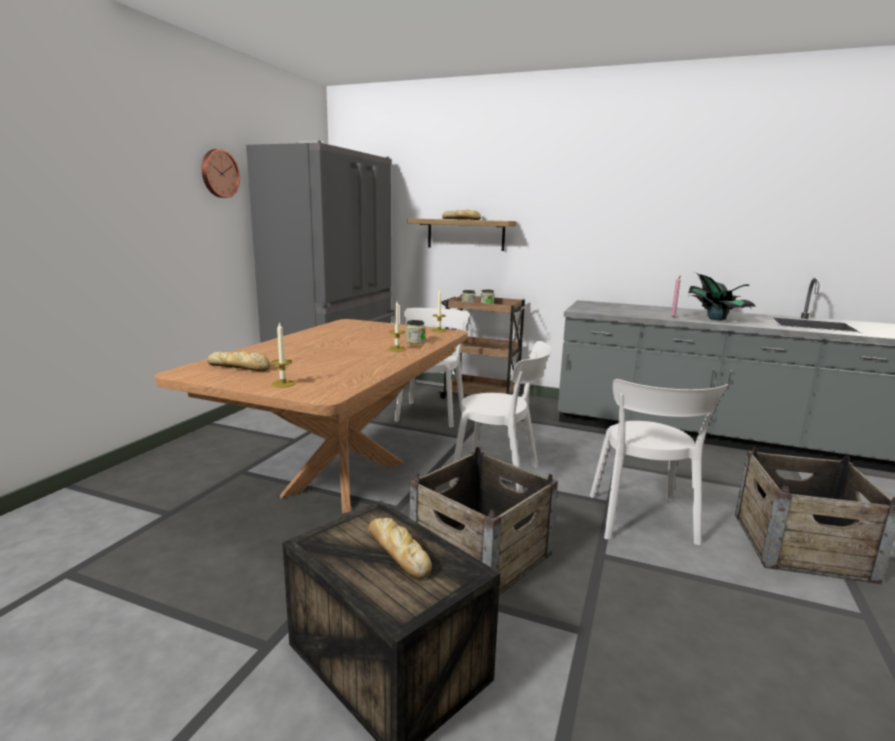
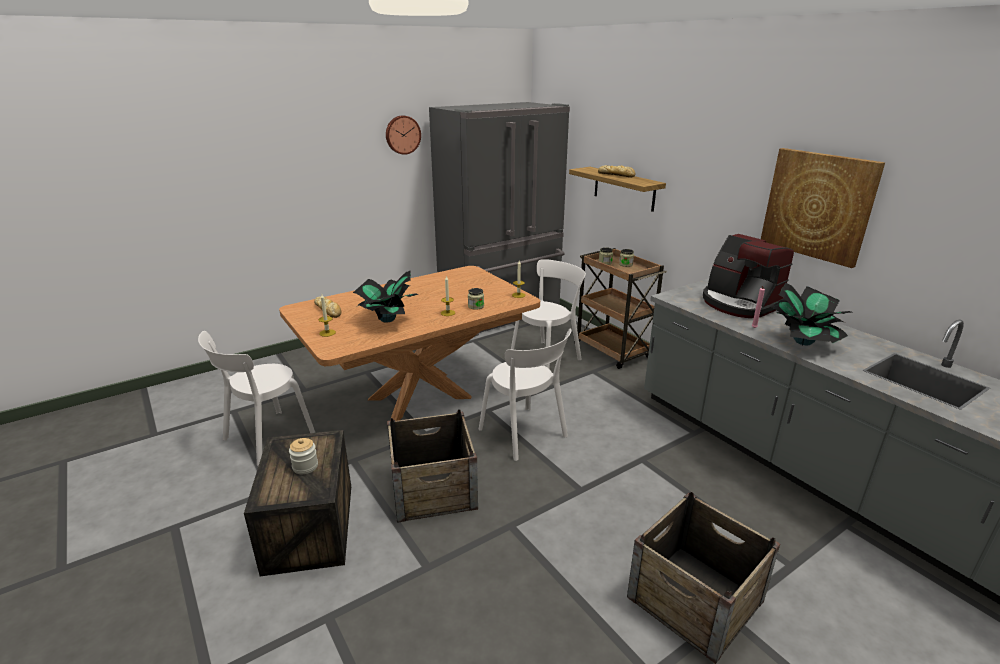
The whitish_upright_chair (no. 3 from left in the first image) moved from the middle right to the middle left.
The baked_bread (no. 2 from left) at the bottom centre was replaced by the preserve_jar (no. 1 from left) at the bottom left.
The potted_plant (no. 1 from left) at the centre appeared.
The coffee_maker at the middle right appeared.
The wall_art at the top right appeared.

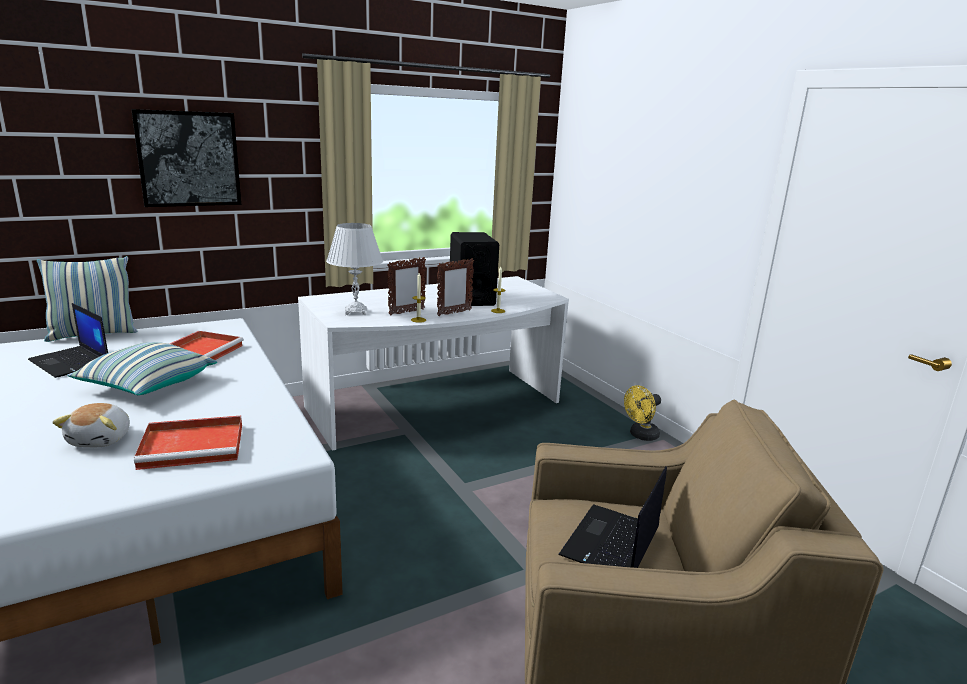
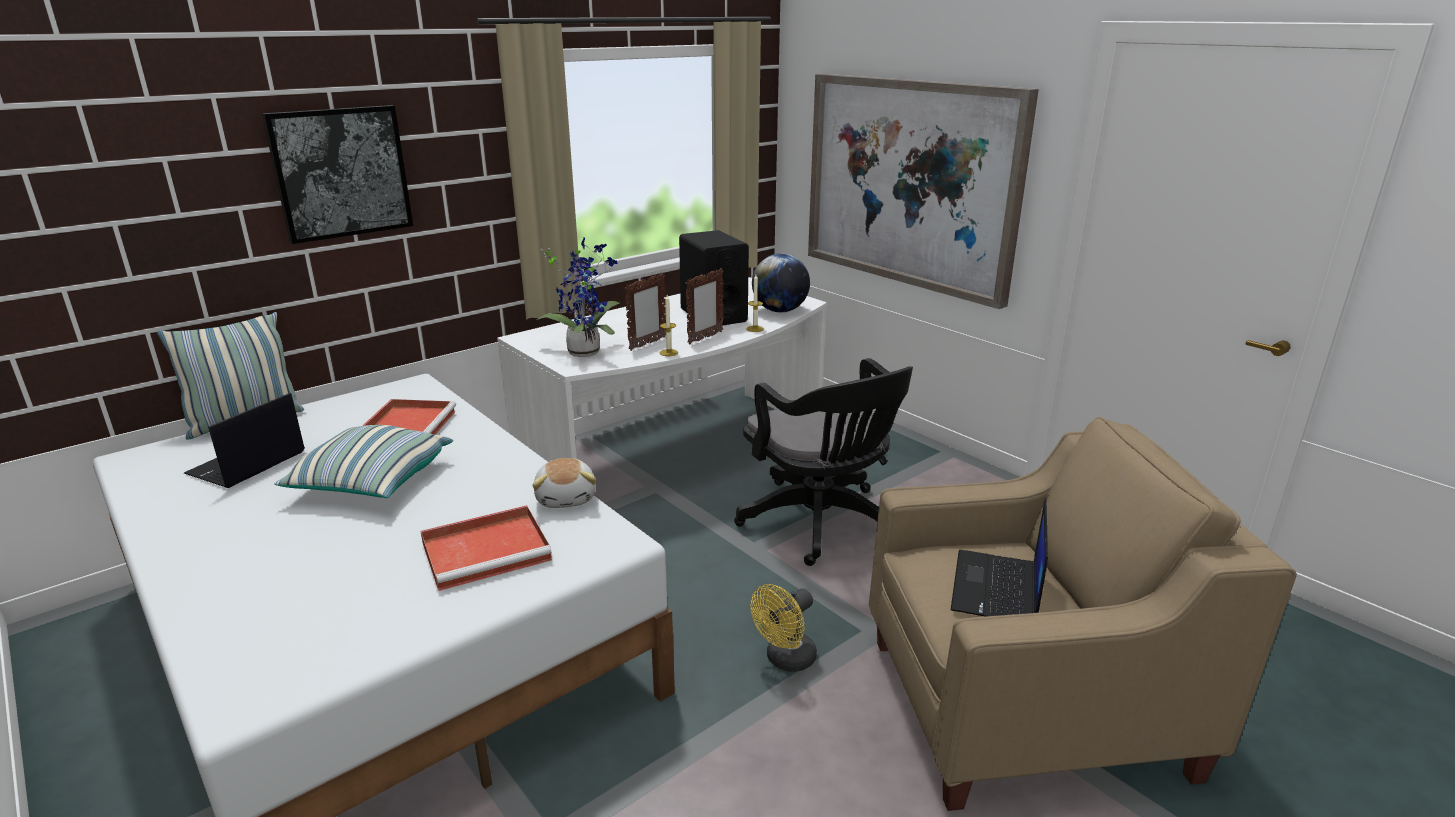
The portable_computer (no. 1 from left) at the middle left turned 90 degrees clockwise.
The soft_toy moved from the middle left to the centre.
The whitish_tabletop_lamp at the centre was replaced by the potted_plant at the centre.
The blackish_computer_chair at the centre appeared.
The yellow_electric_fan moved from the centre to the bottom centre.
The desk_globe at the centre appeared.
The wall_art (no. 2 from left) at the top centre appeared.

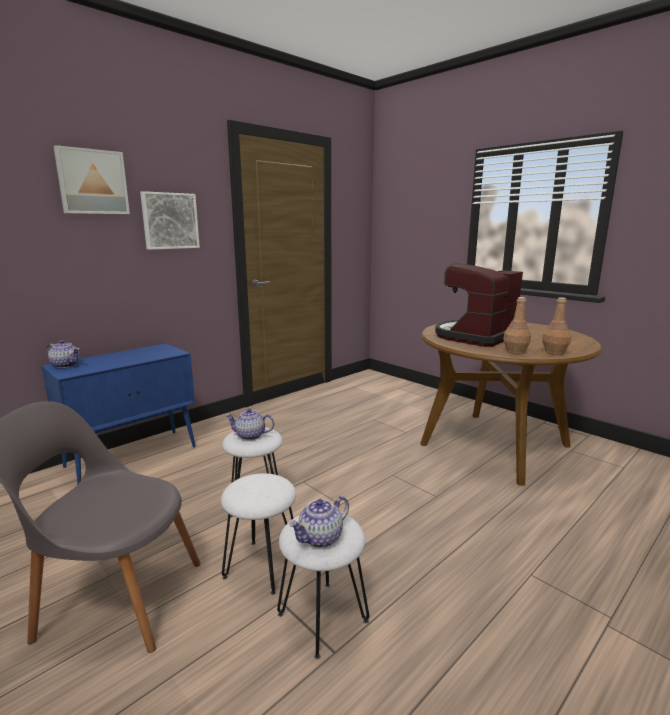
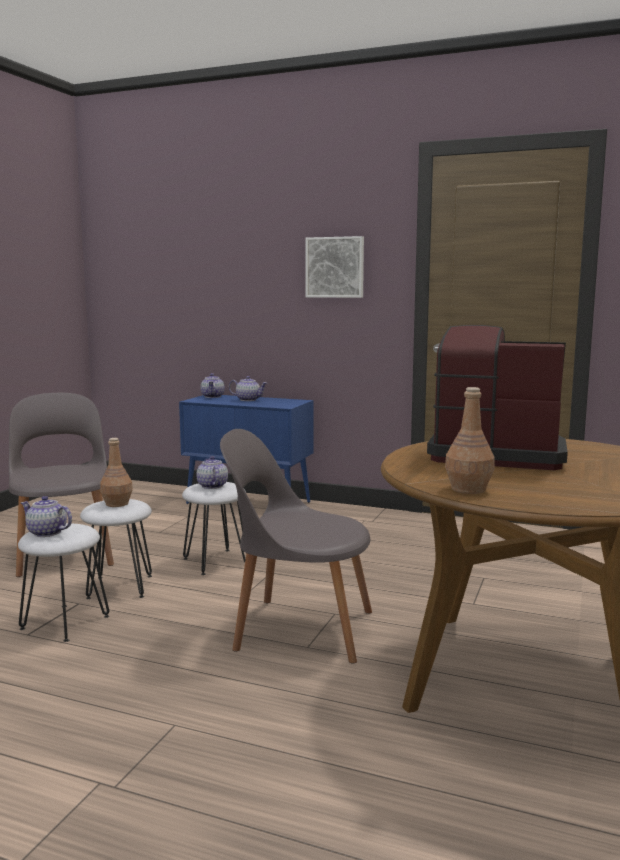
The brownish_beverage_bottle (no. 1 from left) moved from the middle right to the middle left.
The gray_upright_chair (no. 2 from left) at the centre appeared.
The teapot (no. 4 from left) at the centre appeared.
The wall_art (no. 1 from left) at the top left disappeared.

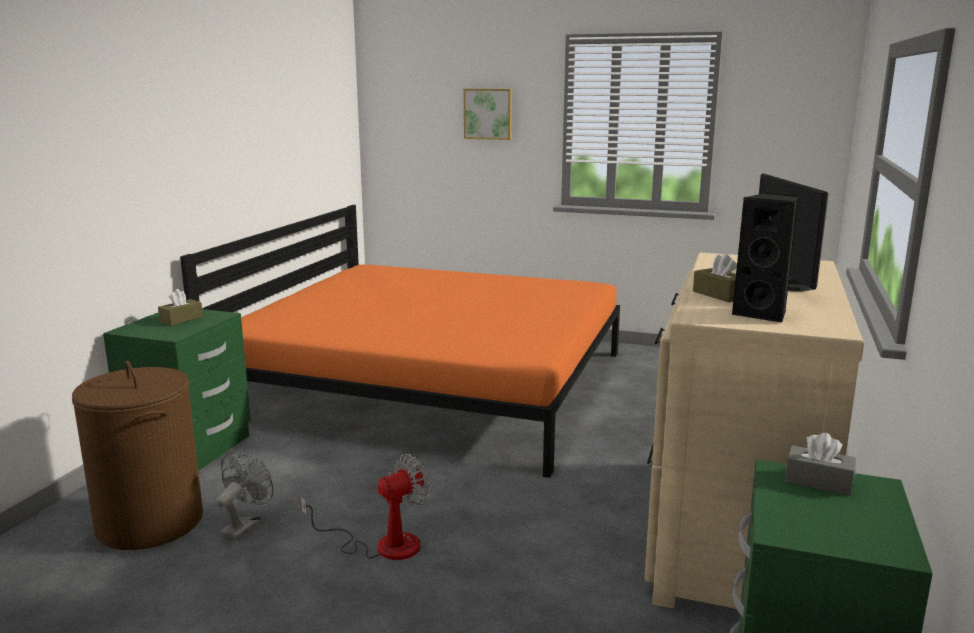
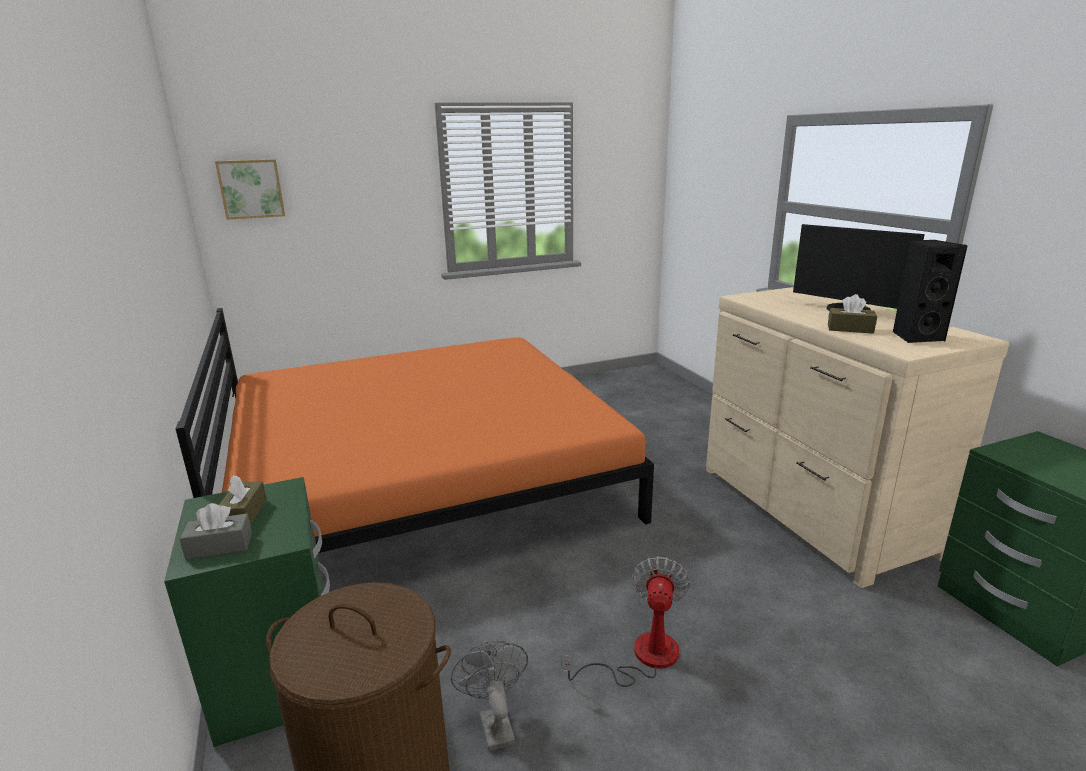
The gray_tissue_holder moved from the bottom right to the bottom left.
The wall_art moved from the top centre to the top left.

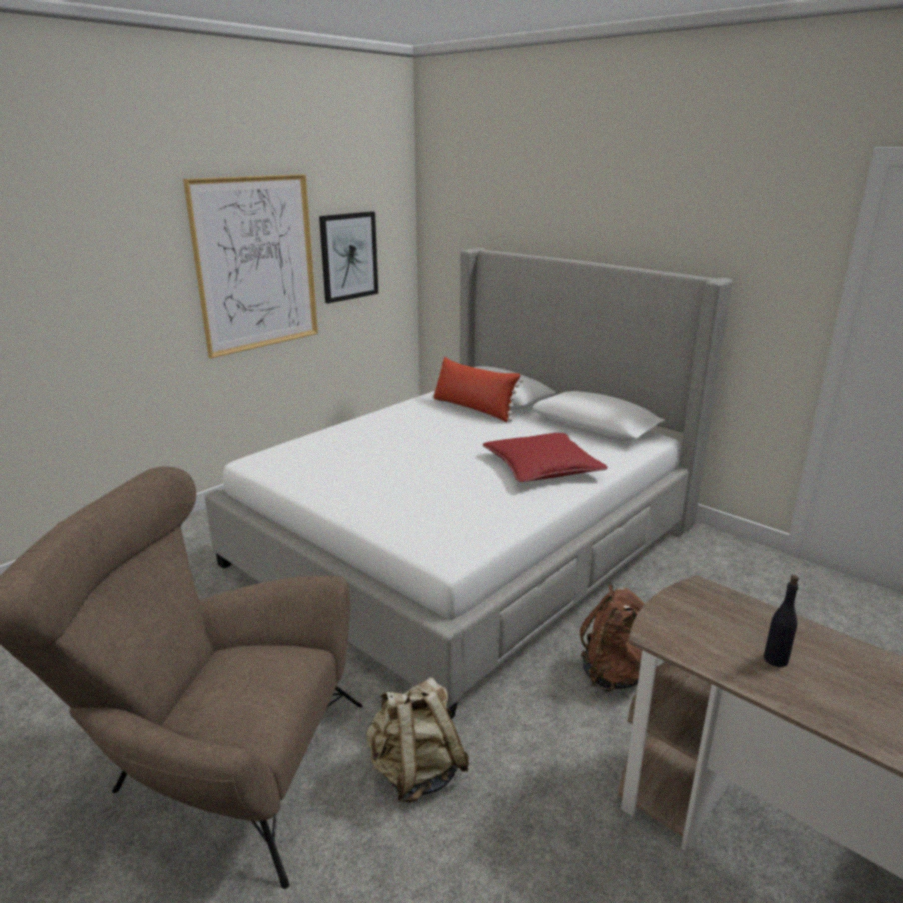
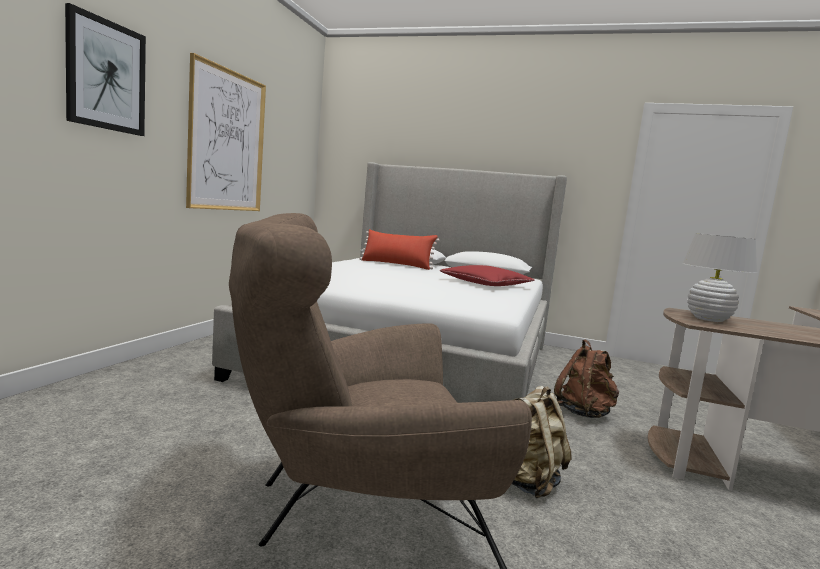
The wall_art (no. 2 from left in the first image) moved from the top centre to the top left.
The whitish_tabletop_lamp at the middle right appeared.
The blackish_beverage_bottle at the bottom right disappeared.

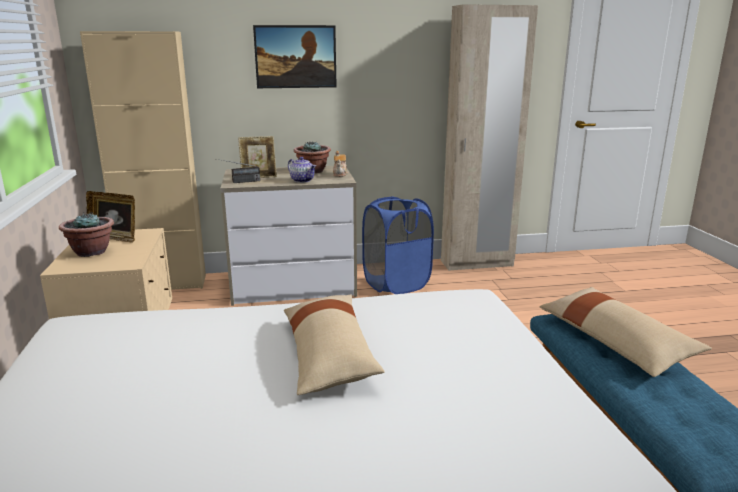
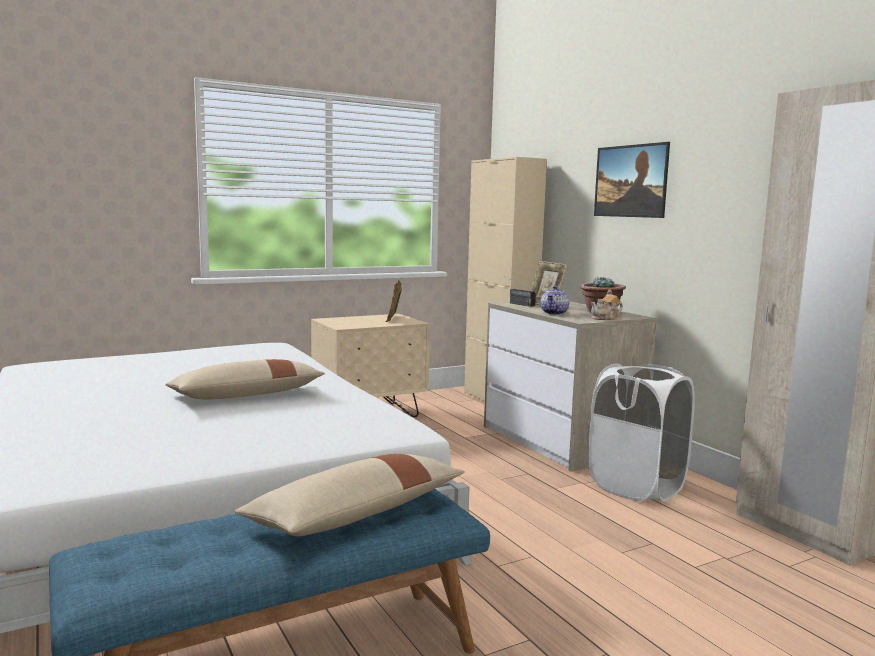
The blue_washing_basket at the centre became the whitish_washing_basket at the middle right.
The potted_plant (no. 1 from left) at the middle left disappeared.

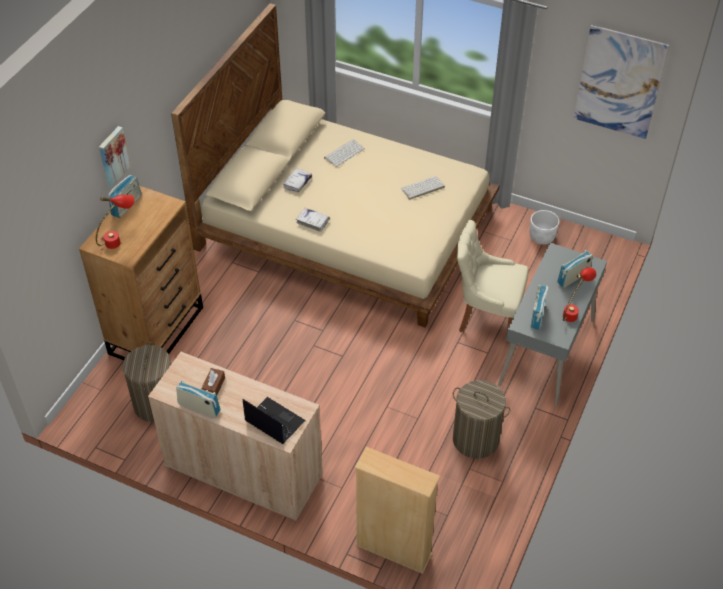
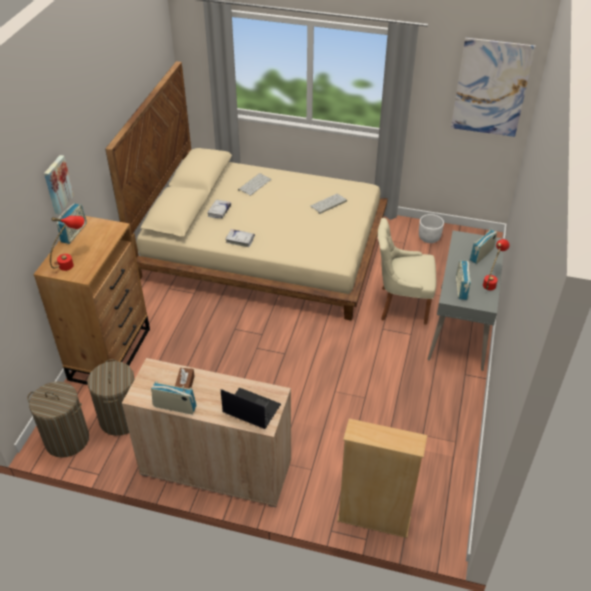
The washing_basket (no. 2 from left in the first image) moved from the bottom centre to the bottom left.

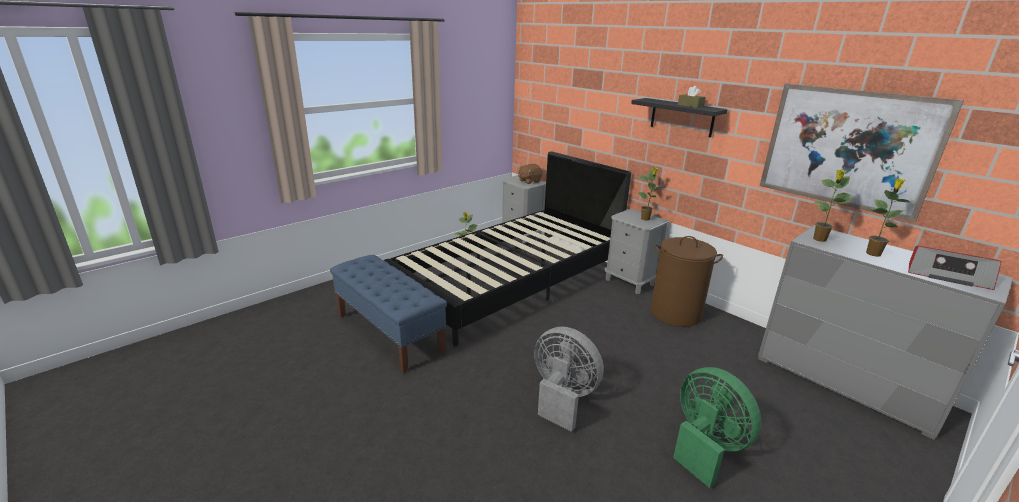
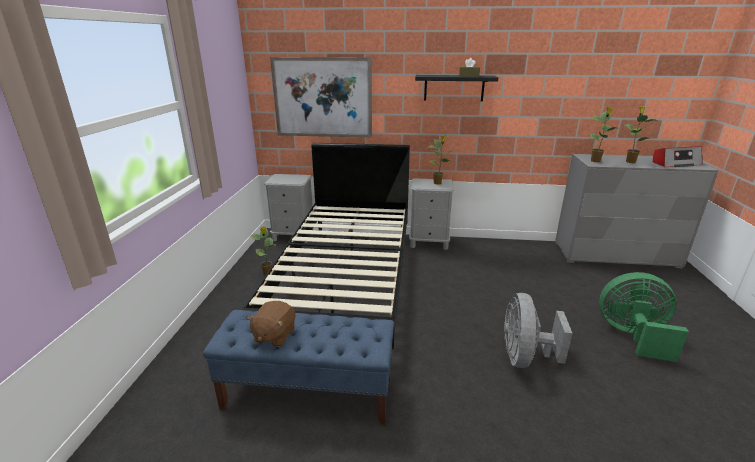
The brownish_soft_toy moved from the centre to the bottom centre.
The wall_art moved from the top right to the top centre.
The gray_electric_fan at the bottom centre turned 75 degrees counterclockwise.
The brownish_washing_basket at the middle right disappeared.

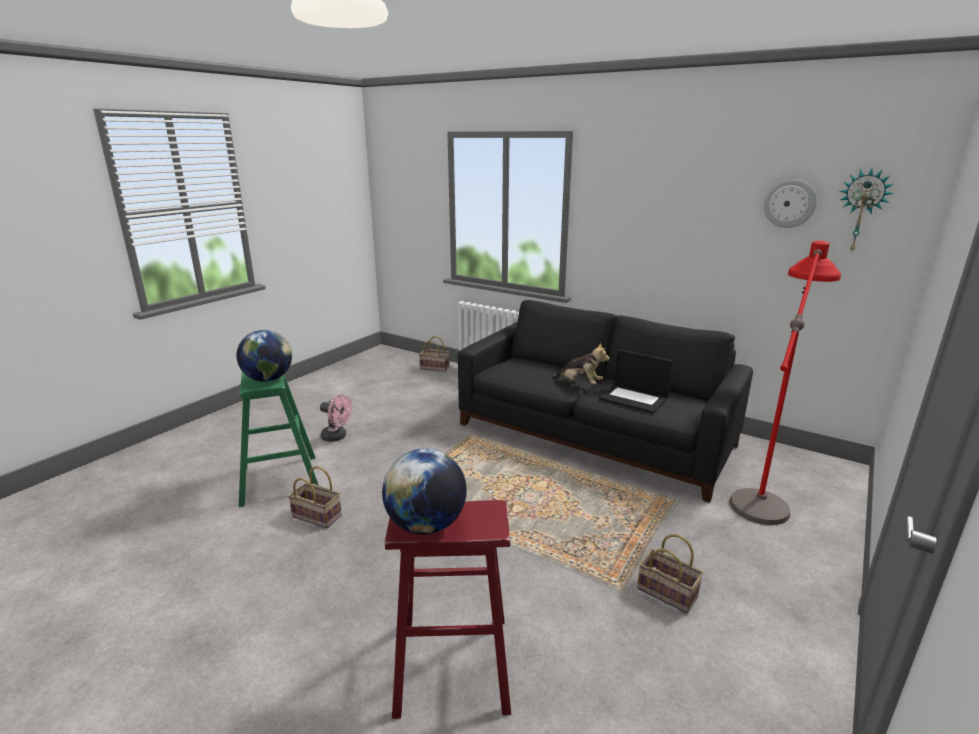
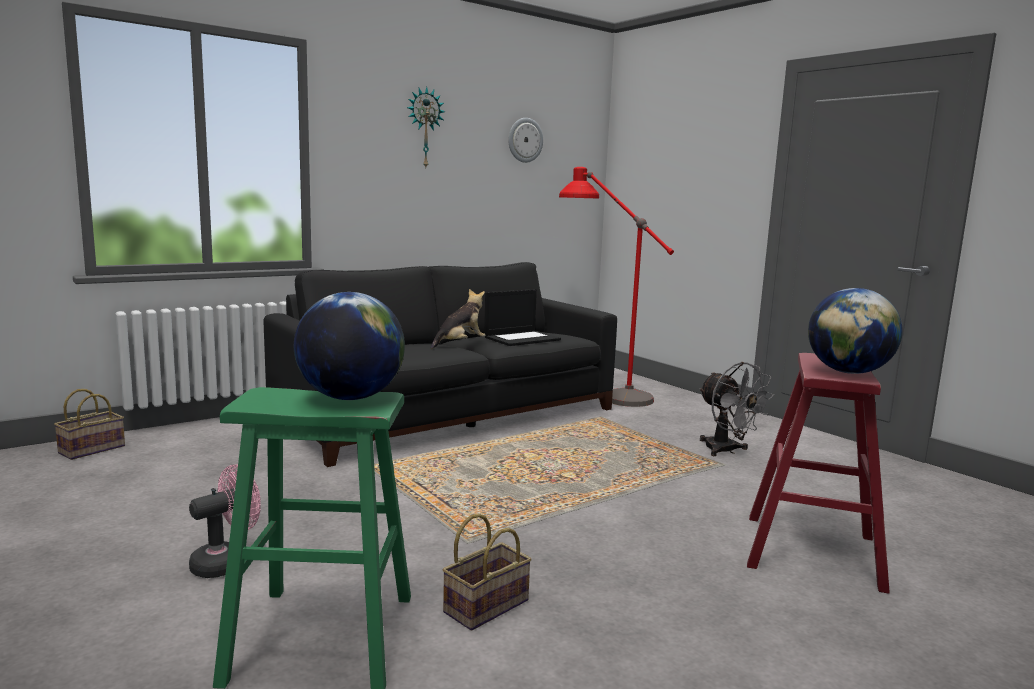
The wall_clock (no. 2 from left in the first image) moved from the top right to the top centre.
The household_basket (no. 3 from left) at the bottom right was replaced by the gray_electric_fan at the middle right.

